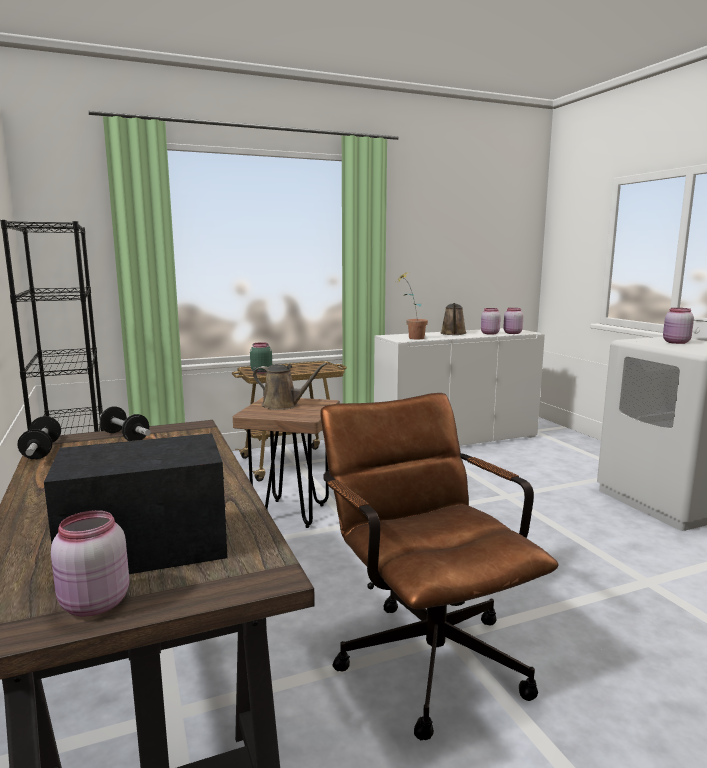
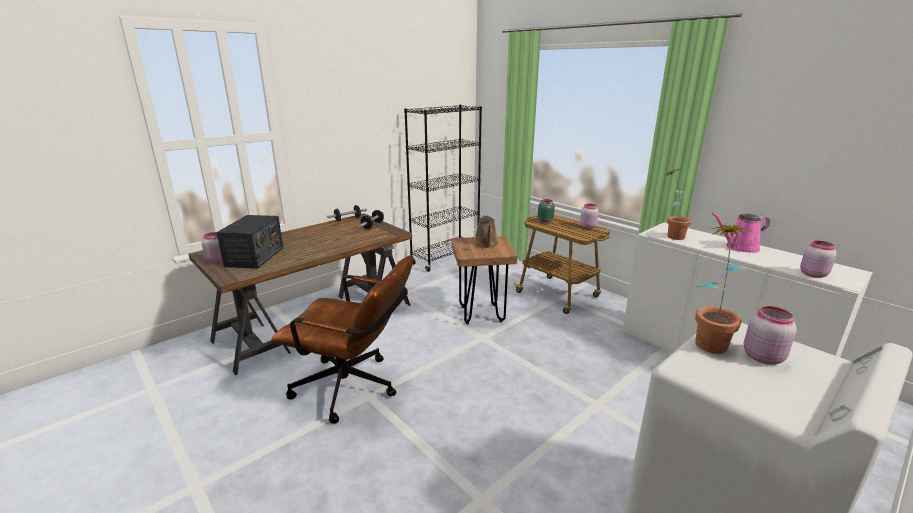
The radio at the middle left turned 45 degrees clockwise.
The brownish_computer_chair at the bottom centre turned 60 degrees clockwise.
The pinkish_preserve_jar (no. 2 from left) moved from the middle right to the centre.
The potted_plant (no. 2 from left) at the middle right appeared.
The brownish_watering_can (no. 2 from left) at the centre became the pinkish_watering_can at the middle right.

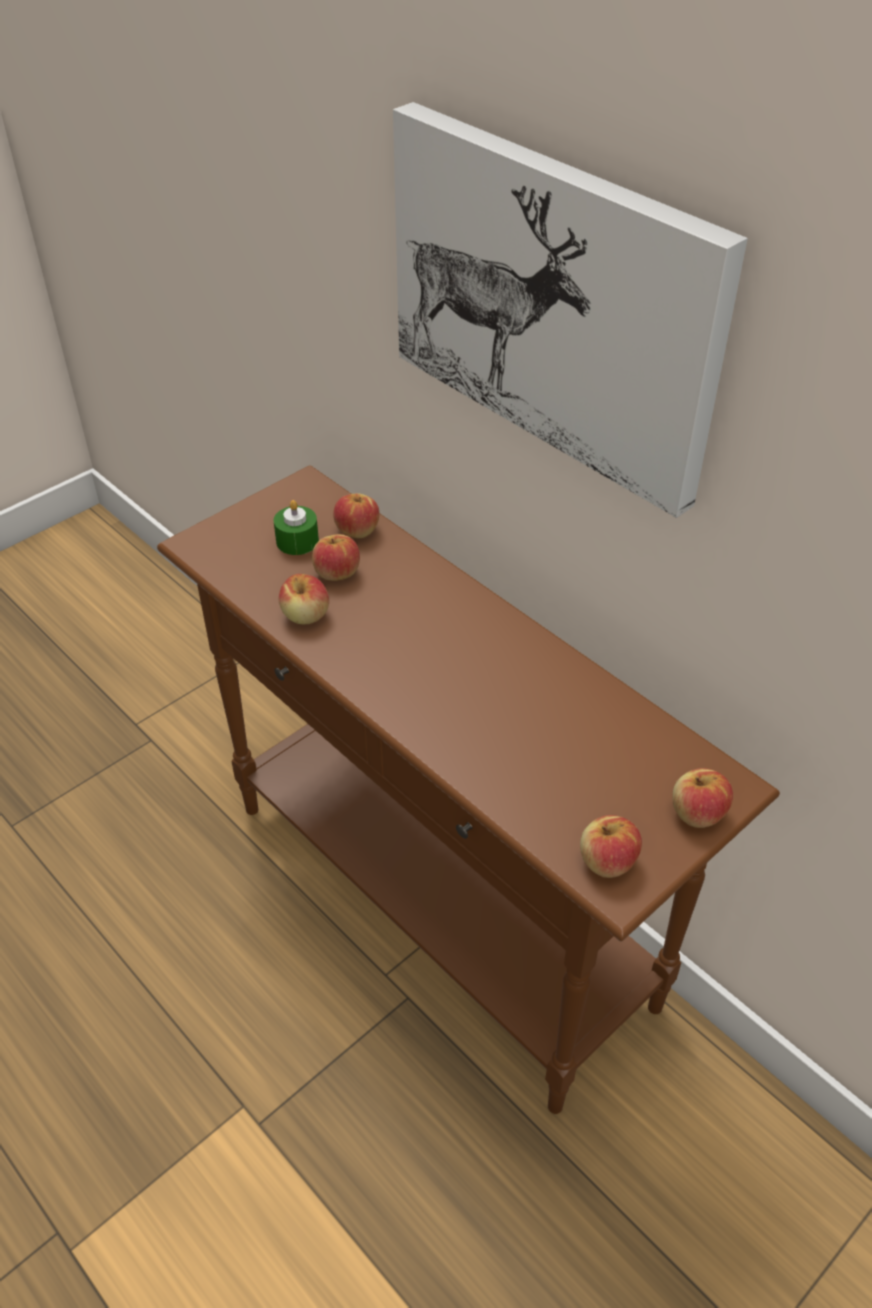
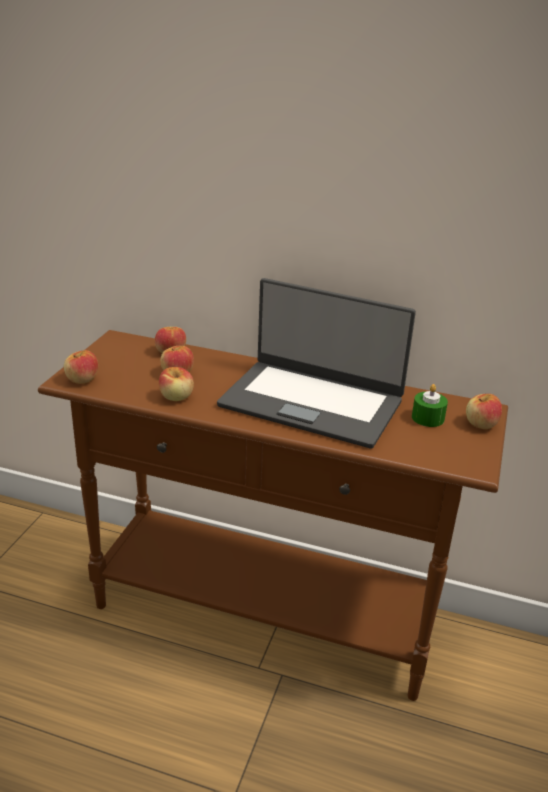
The apple (no. 4 from left in the first image) moved from the middle right to the middle left.
The portable_computer at the centre appeared.
The greenish_wax_light moved from the centre to the middle right.
The wall_art at the top centre disappeared.

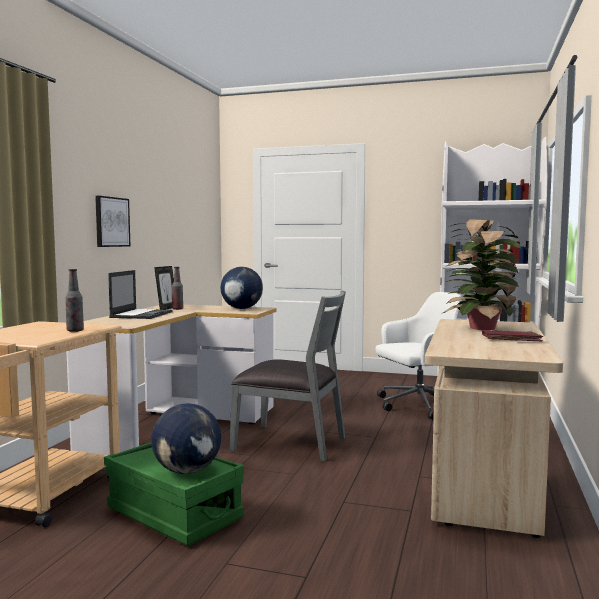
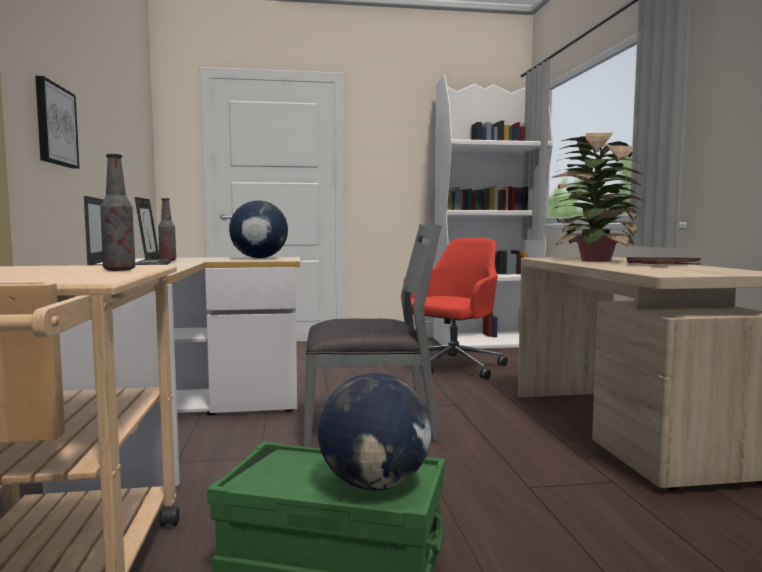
The whitish_computer_chair at the middle right became the reddish_computer_chair at the centre.

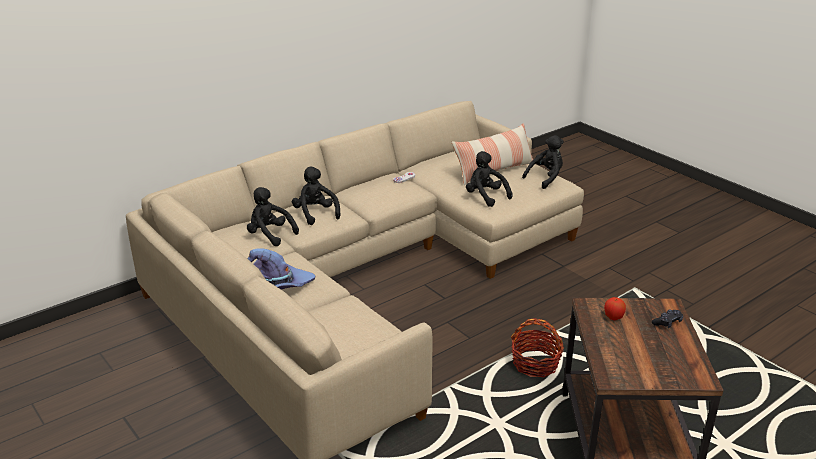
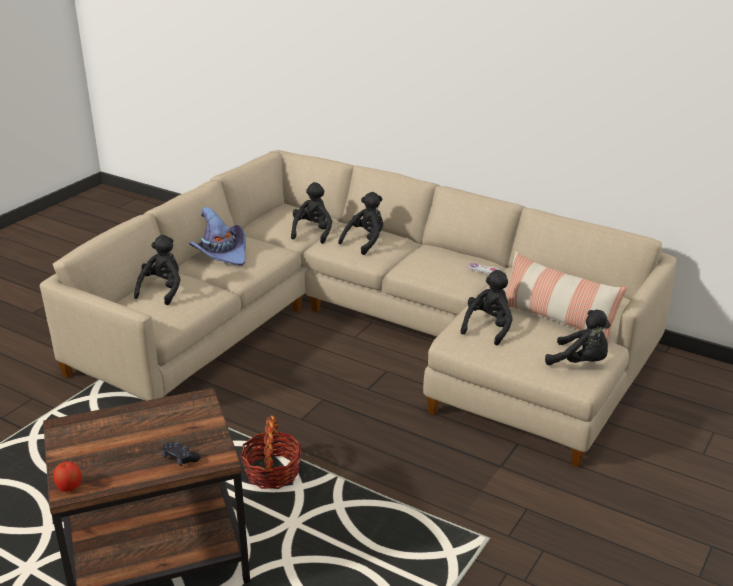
The apple moved from the bottom right to the bottom left.
The blackish_soft_toy (no. 1 from left) at the middle left appeared.

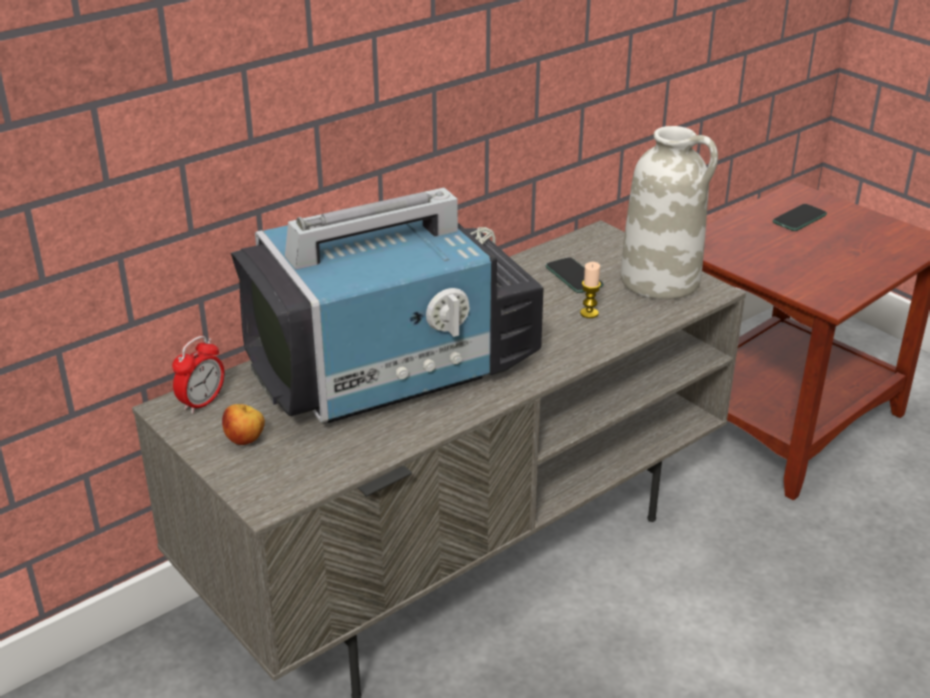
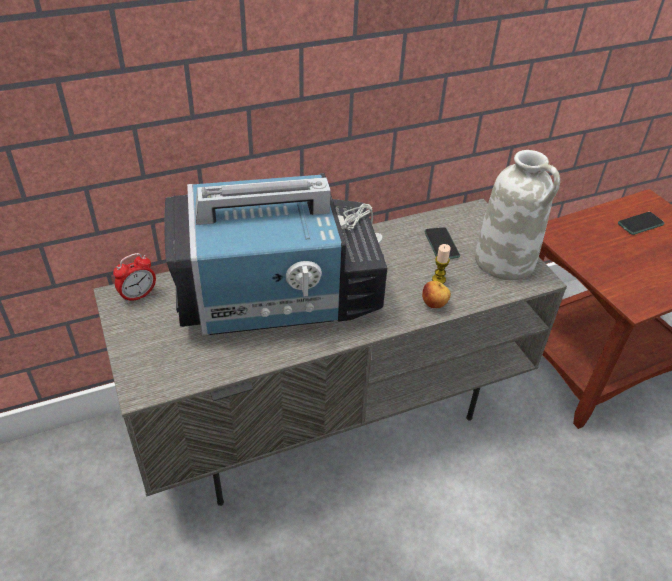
The apple moved from the middle left to the centre.

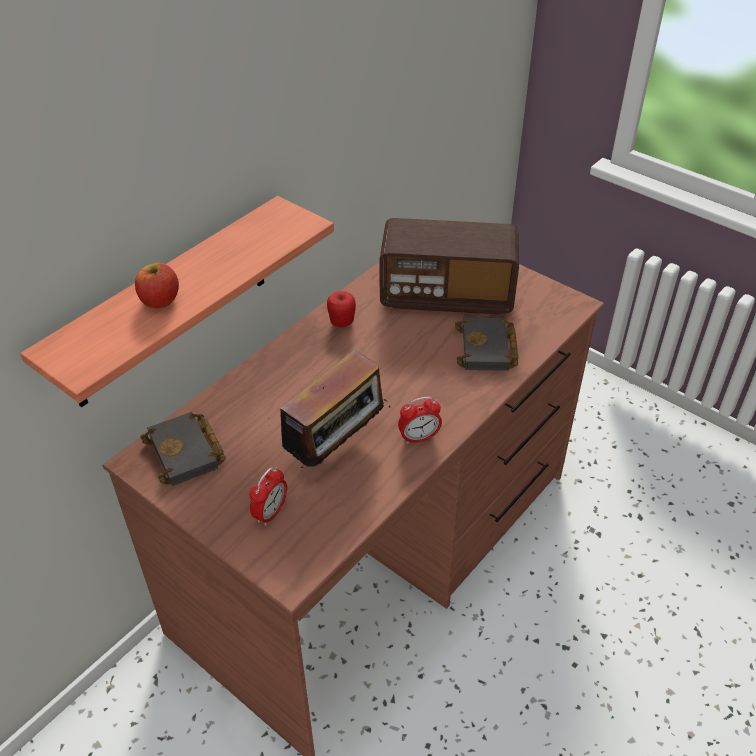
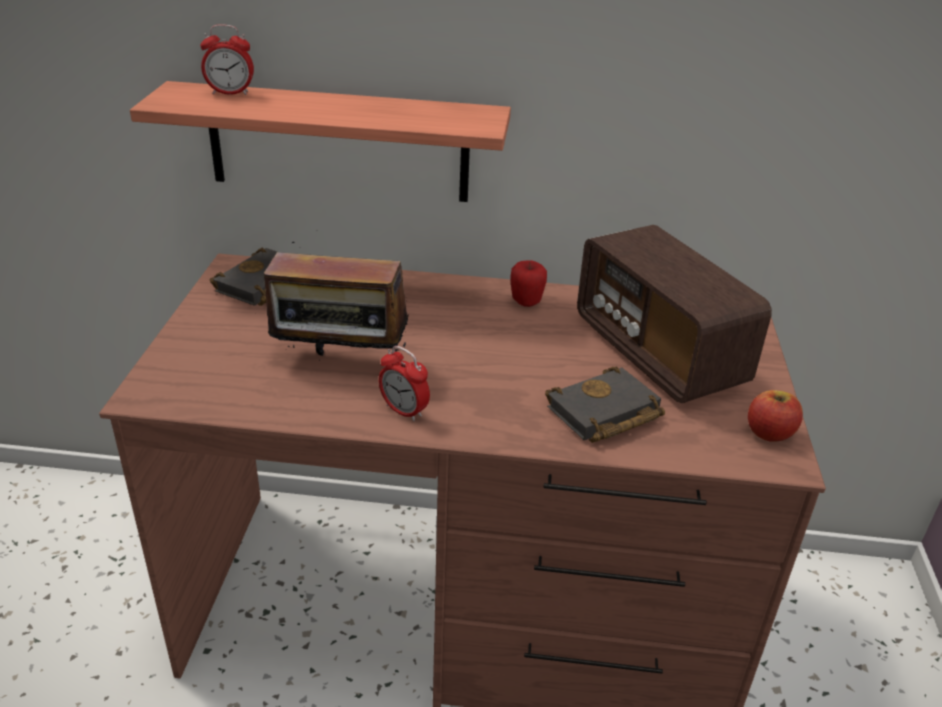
The bedside_clock (no. 1 from left) moved from the centre to the top left.
The apple (no. 1 from left in the first image) moved from the middle left to the middle right.

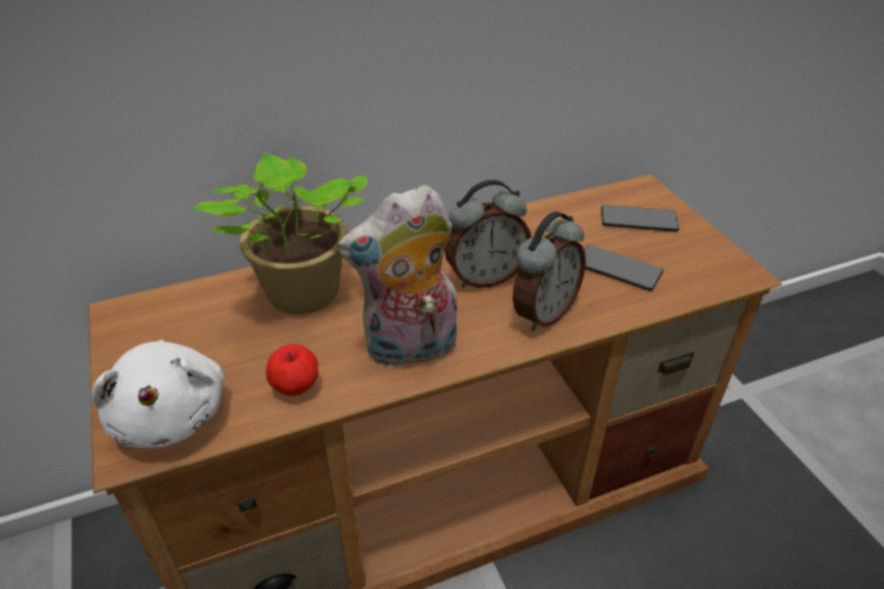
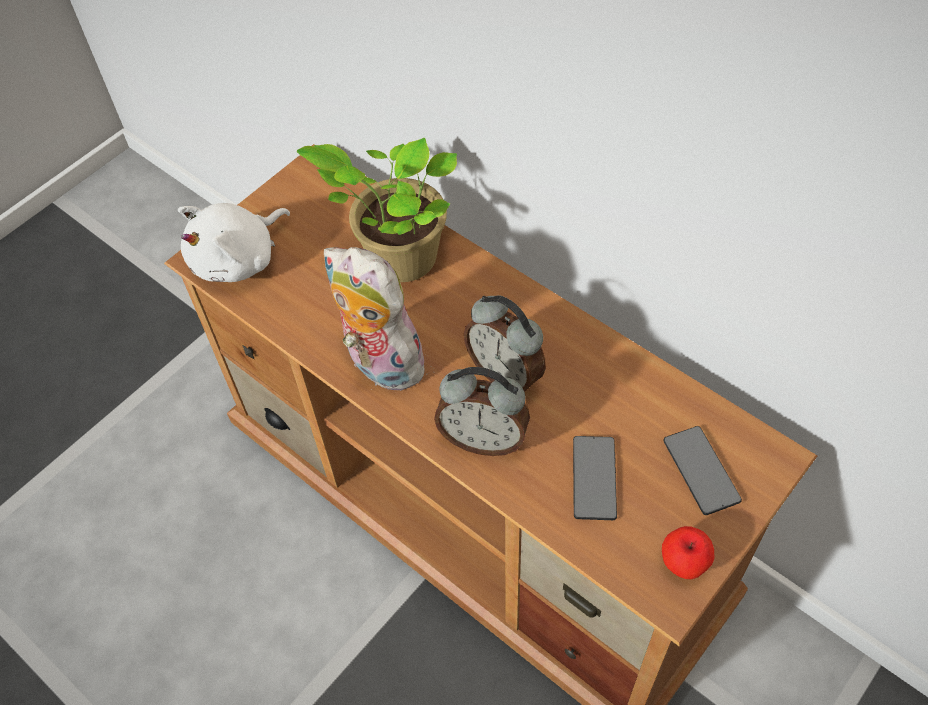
The apple moved from the middle left to the bottom right.

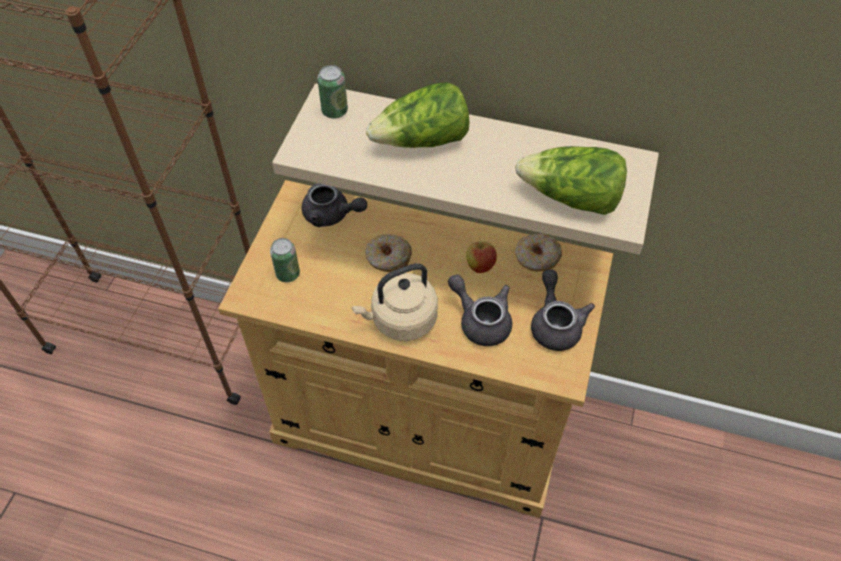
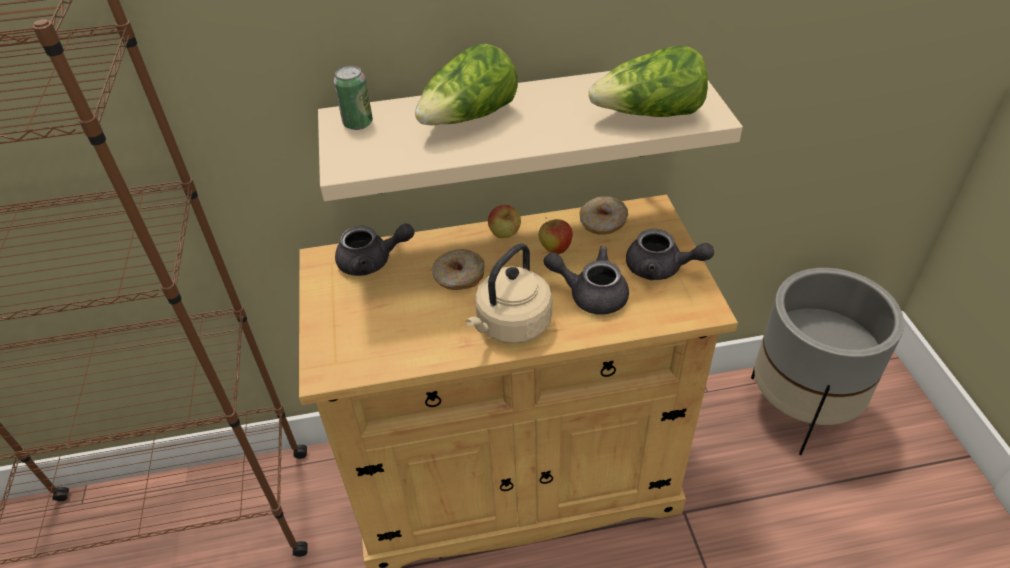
The apple (no. 1 from left) at the centre appeared.
The gray_teapot (no. 3 from left) at the middle right turned 150 degrees clockwise.
The gray_flower_pot at the middle right appeared.
The can (no. 1 from left) at the centre disappeared.

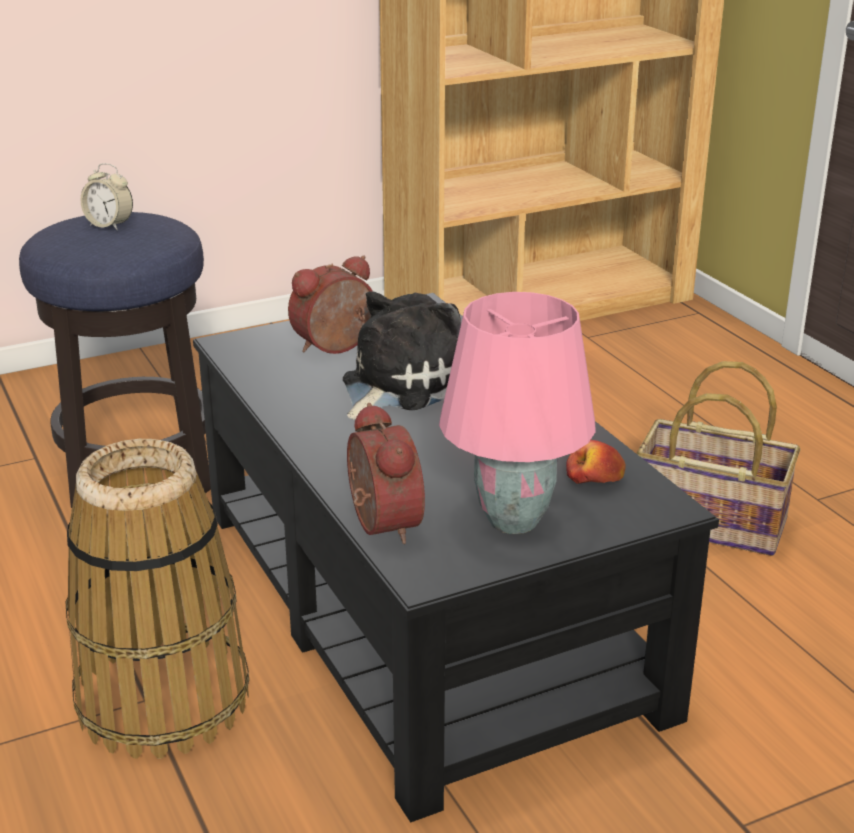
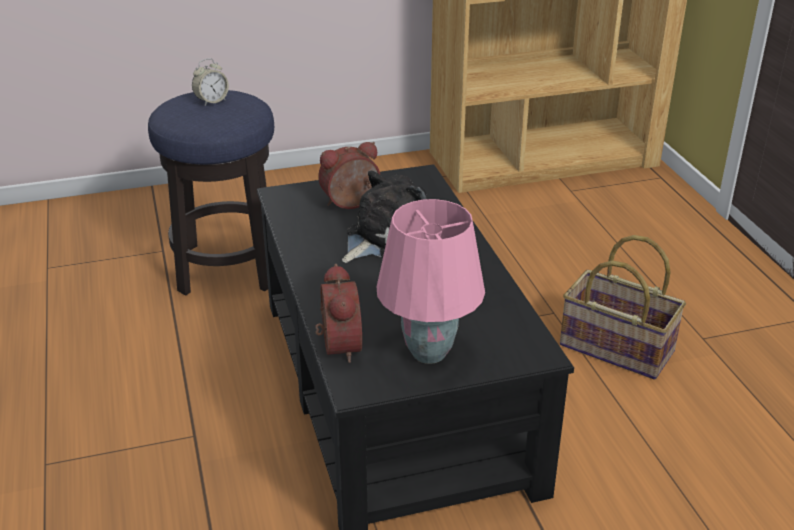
The bedside_clock (no. 1 from left) at the top left turned 75 degrees counterclockwise.
The household_basket (no. 1 from left) at the bottom left disappeared.
The apple at the middle right disappeared.

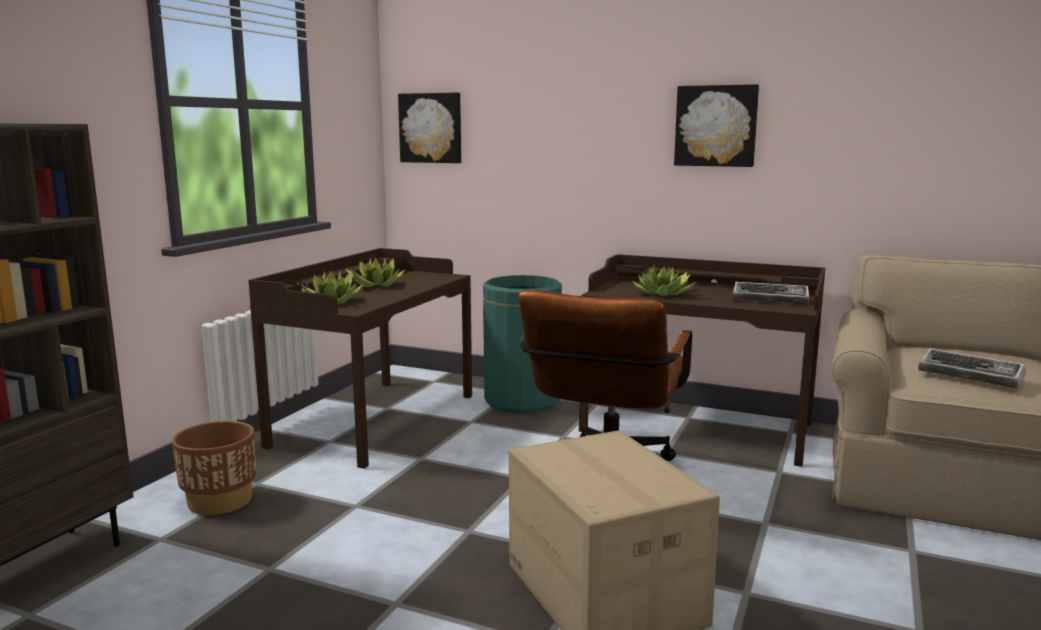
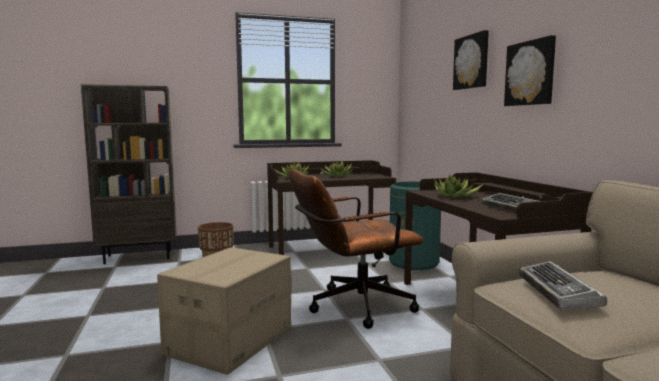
The wall_art (no. 1 from left) moved from the top centre to the top right.

